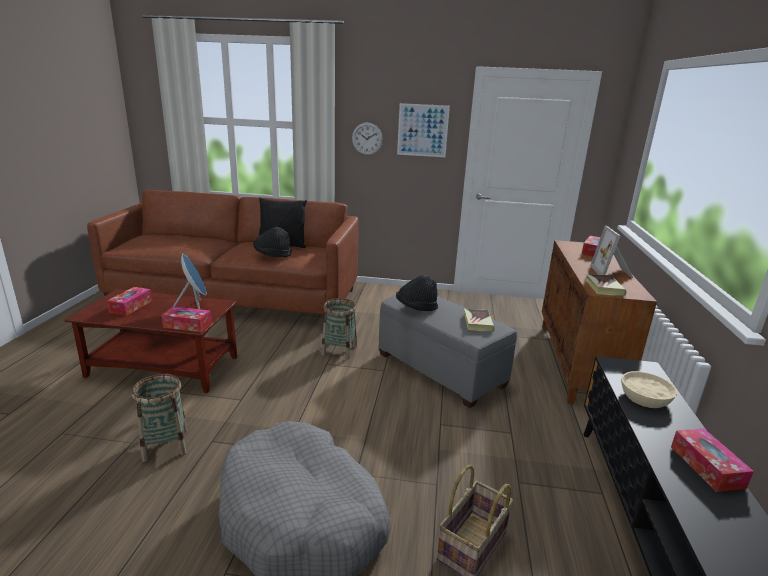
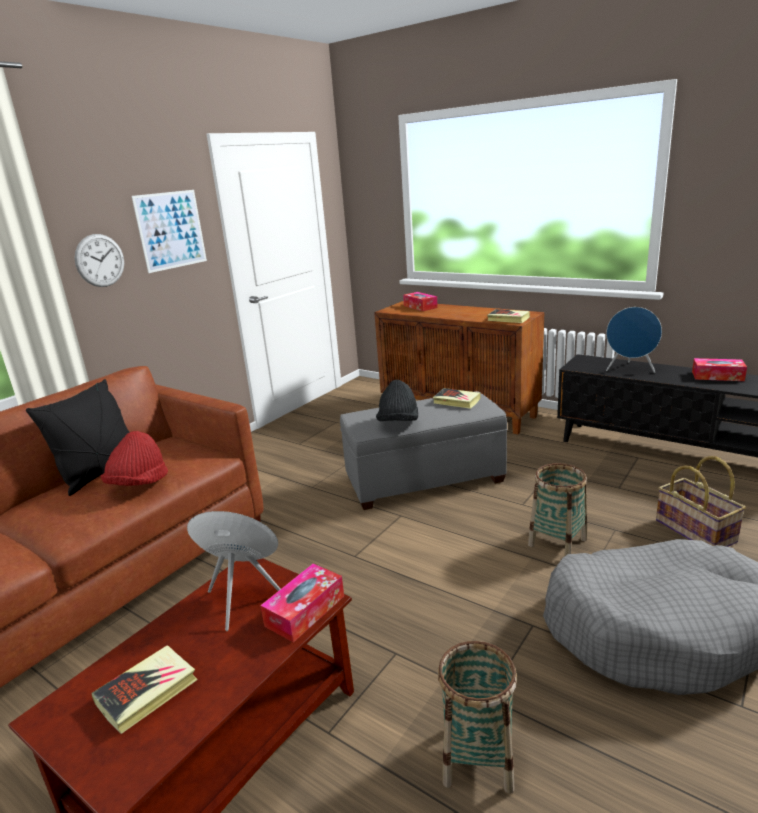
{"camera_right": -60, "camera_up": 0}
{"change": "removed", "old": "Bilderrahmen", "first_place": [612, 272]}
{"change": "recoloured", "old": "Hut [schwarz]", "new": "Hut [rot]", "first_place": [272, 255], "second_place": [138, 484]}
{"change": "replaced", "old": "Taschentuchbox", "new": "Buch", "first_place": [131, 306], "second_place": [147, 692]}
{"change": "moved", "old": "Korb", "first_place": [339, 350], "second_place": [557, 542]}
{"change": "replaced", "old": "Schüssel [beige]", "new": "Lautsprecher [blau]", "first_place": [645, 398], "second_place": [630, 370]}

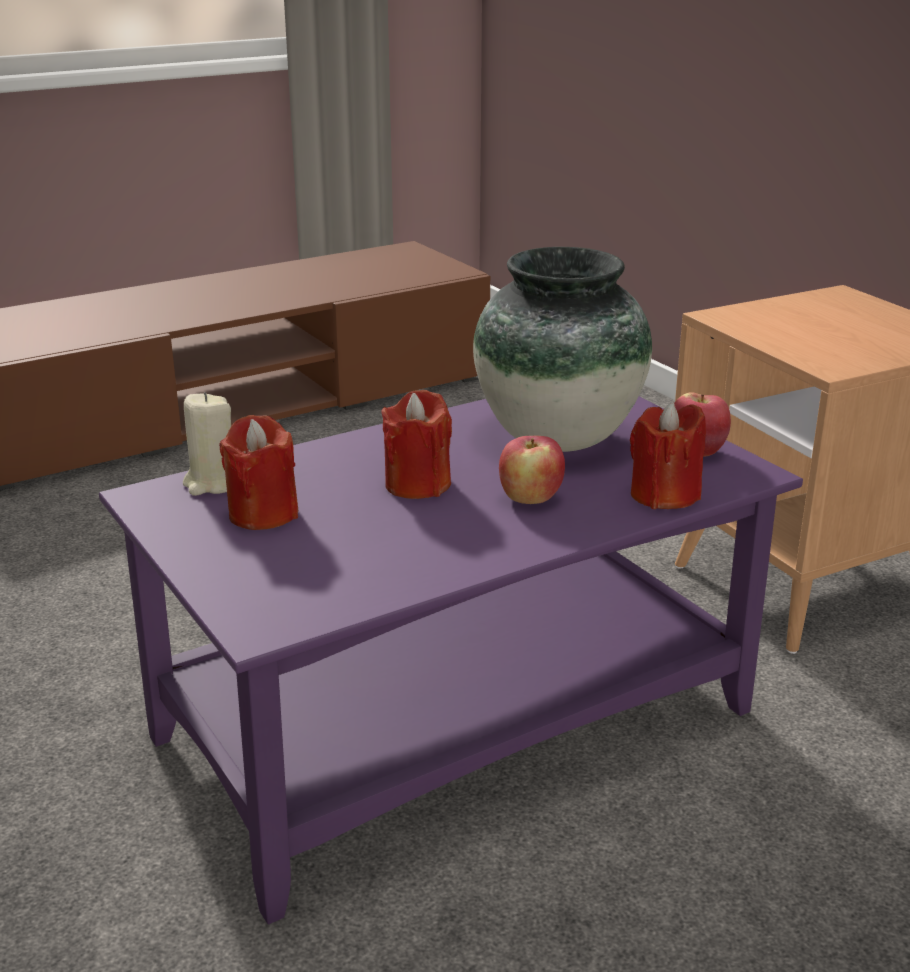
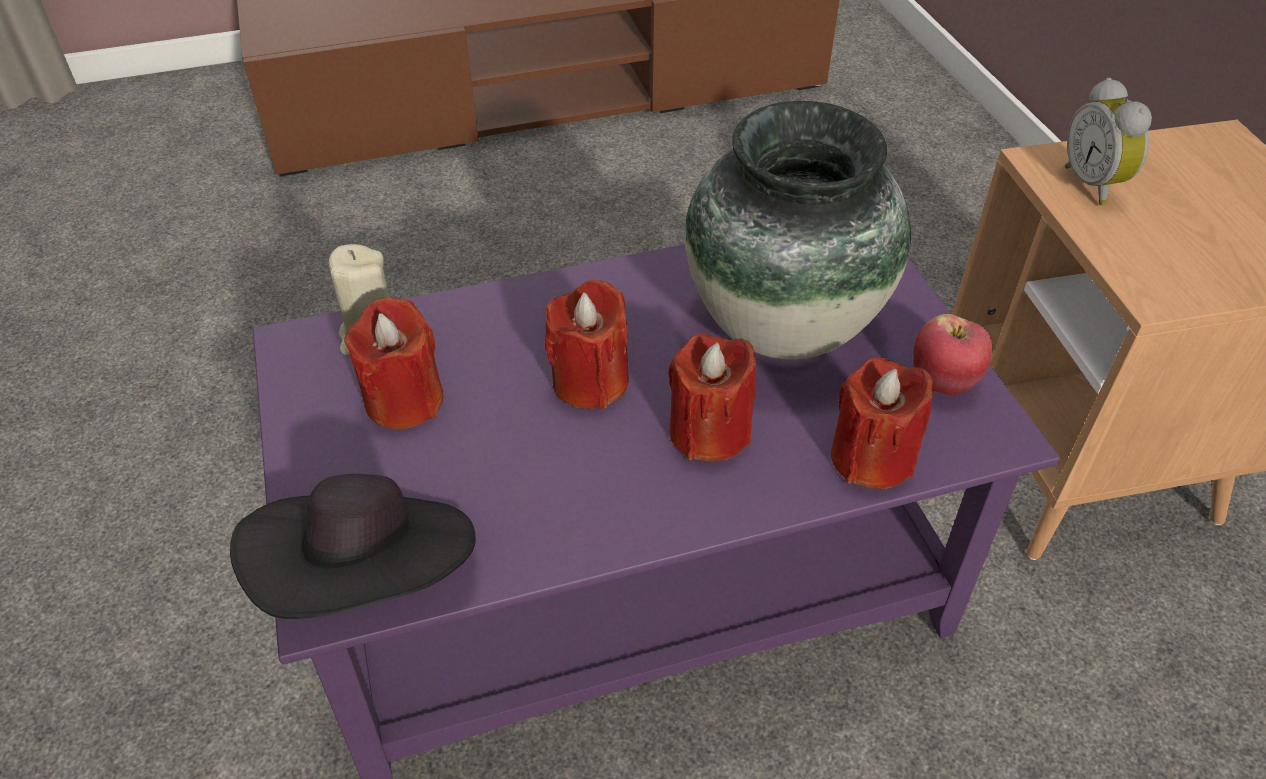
{"camera_right": 15, "camera_up": 20}
{"change": "replaced", "old": "Apfel", "new": "Kerze [rot]", "first_place": [530, 498], "second_place": [709, 432]}
{"change": "added", "new": "Wecker", "second_place": [1094, 184]}
{"change": "added", "new": "Hut [schwarz]", "second_place": [370, 577]}

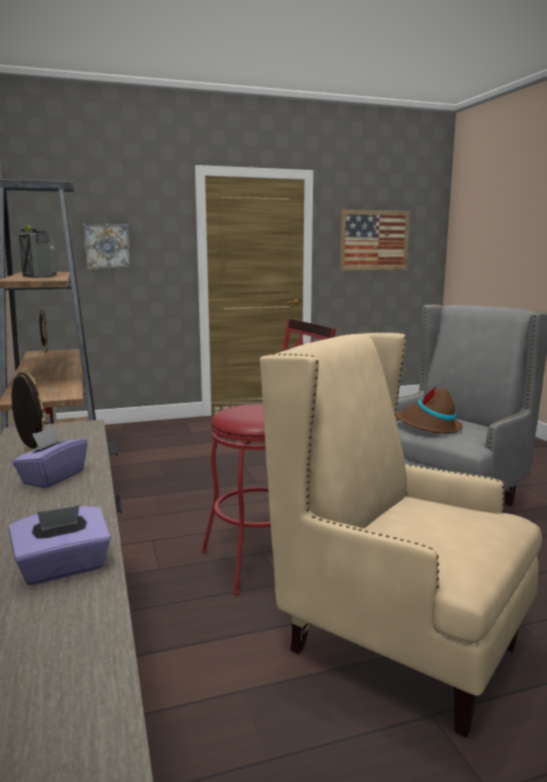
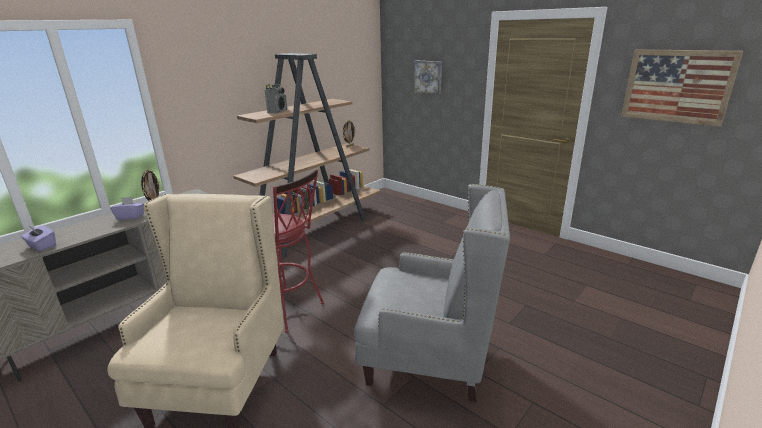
{"camera_right": 60, "camera_up": 10}
{"change": "removed", "old": "Hut [braun]", "first_place": [428, 426]}

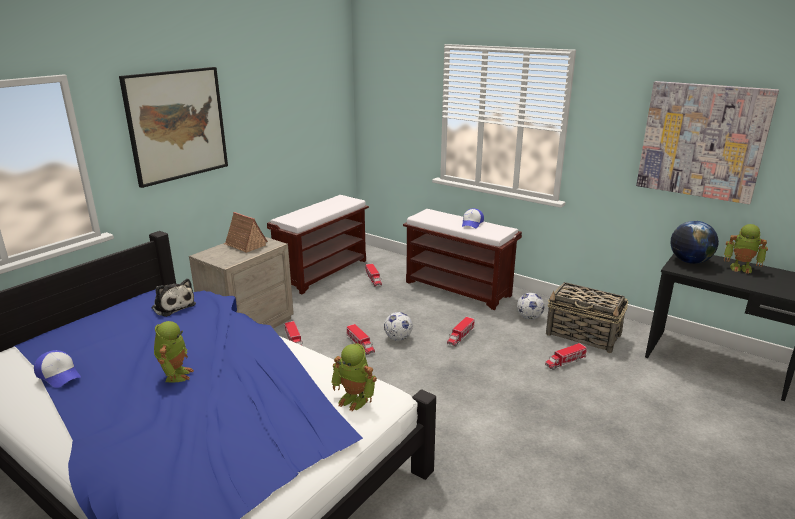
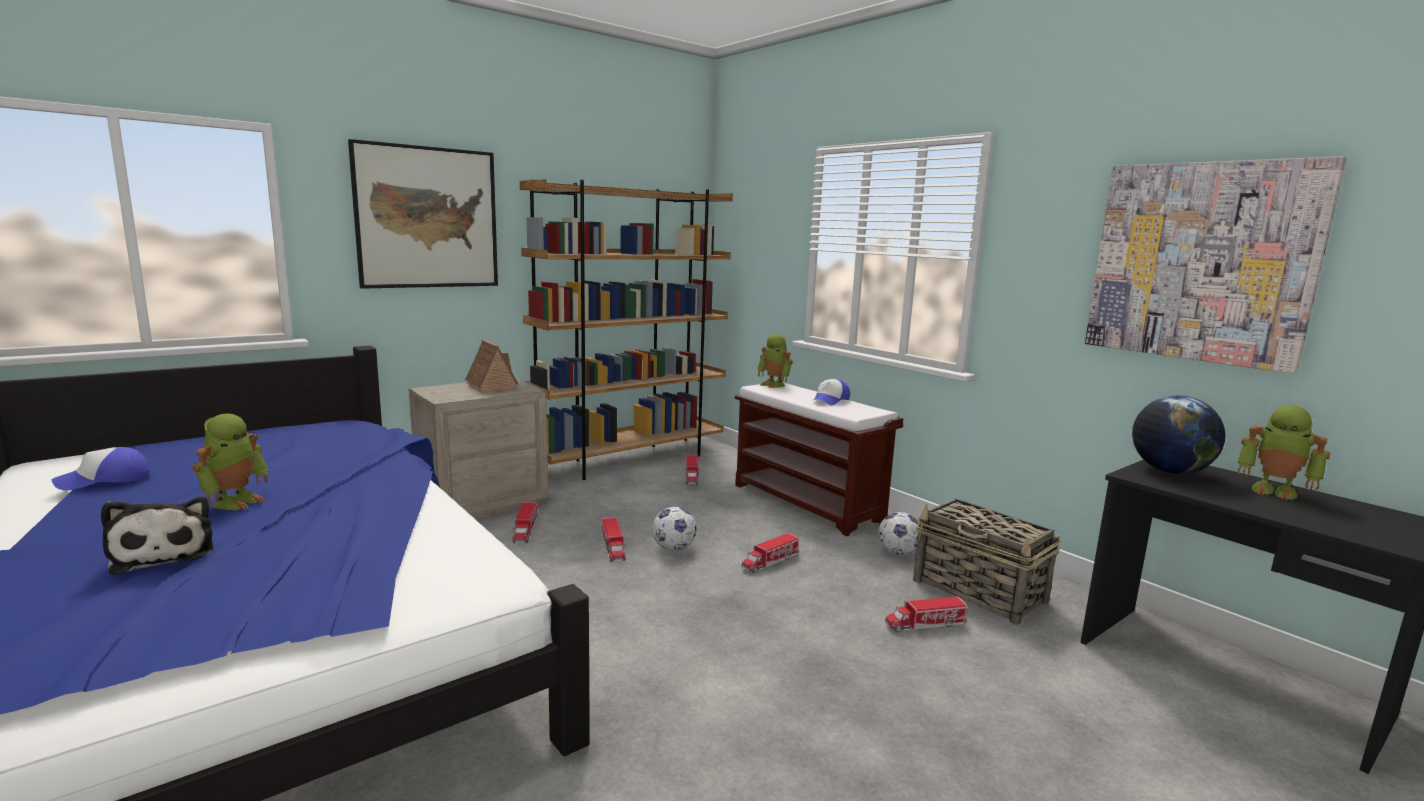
{"camera_right": 15, "camera_up": -10}
{"change": "replaced", "old": "Bank [braun]", "new": "Bücherregal [braun]", "first_place": [323, 271], "second_place": [630, 459]}
{"change": "moved", "old": "Plüschtier", "first_place": [173, 306], "second_place": [164, 553]}
{"change": "moved", "old": "Spielzeugroboter", "first_place": [355, 399], "second_place": [774, 385]}
{"change": "turned", "old": "Kappe", "first_place": [59, 374], "second_place": [105, 480], "degrees": 90}

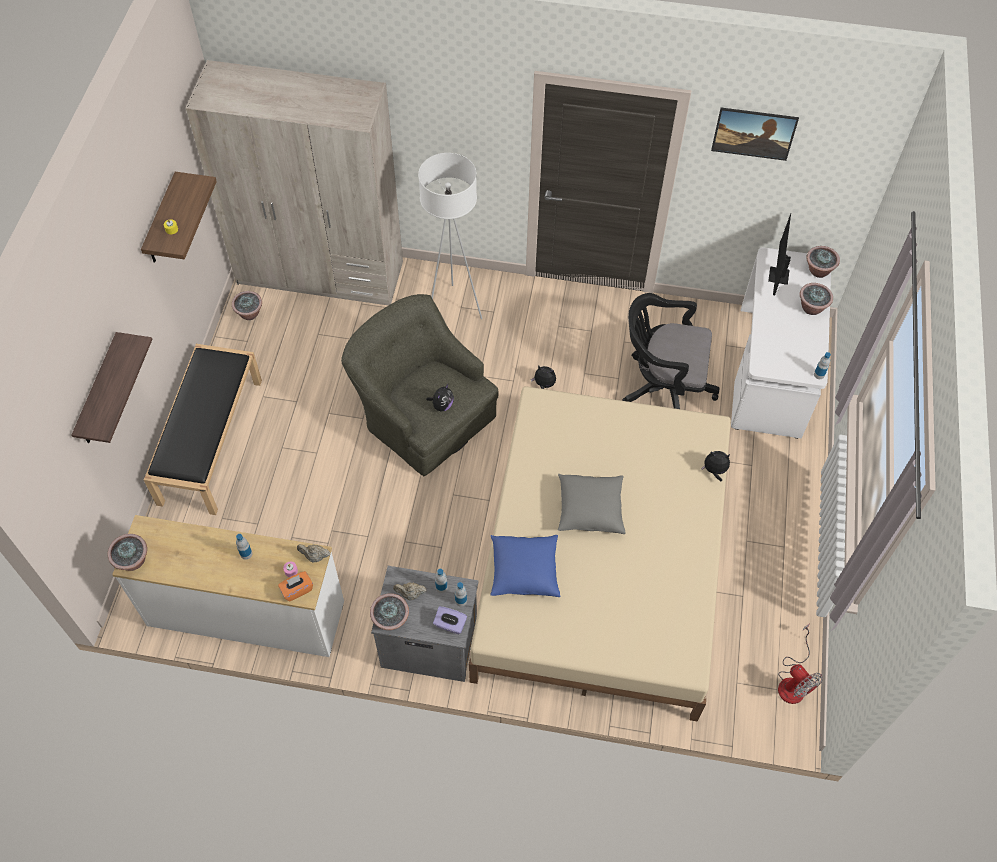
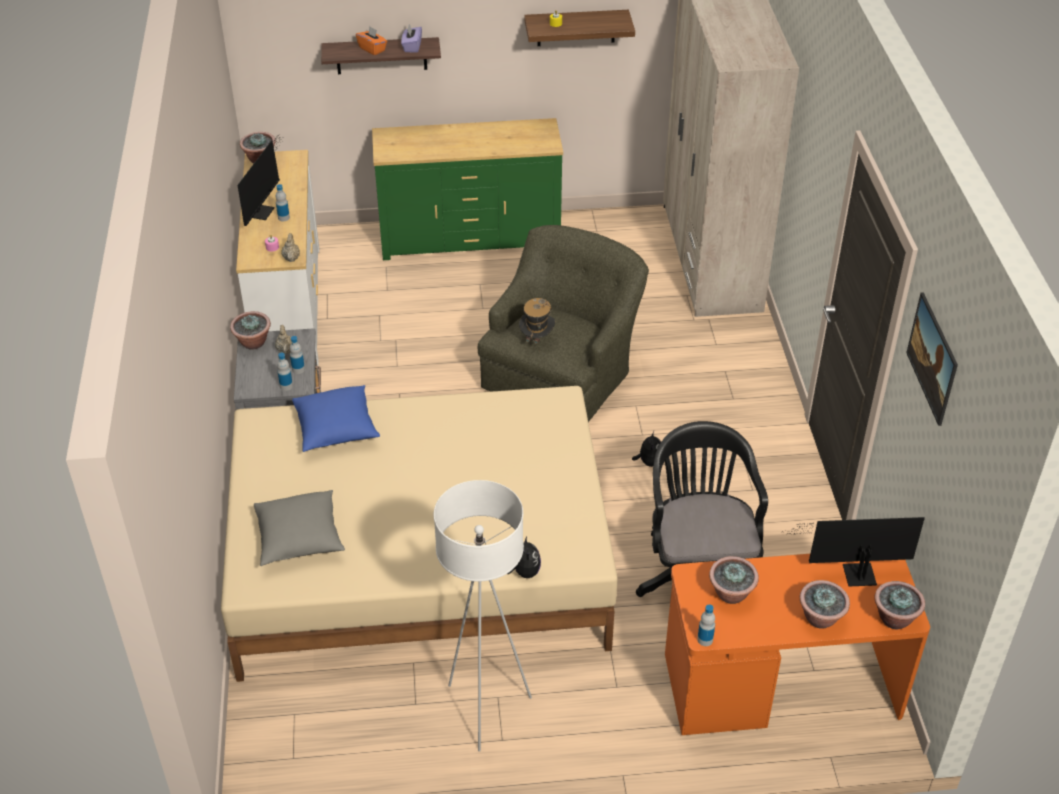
{"camera_right": 75, "camera_up": -15}
{"change": "moved", "old": "Stehlampe [weiß]", "first_place": [453, 309], "second_place": [485, 709]}
{"change": "recoloured", "old": "Schreibtisch [weiß]", "new": "Schreibtisch [orange]", "first_place": [770, 373], "second_place": [780, 688]}
{"change": "moved", "old": "Topfpflanze", "first_place": [250, 314], "second_place": [731, 594]}
{"change": "replaced", "old": "Bank [schwarz]", "new": "Kommode [grün]", "first_place": [210, 440], "second_place": [470, 238]}
{"change": "replaced", "old": "Plüschtier", "new": "Hut", "first_place": [442, 405], "second_place": [537, 340]}
{"change": "moved", "old": "Kissen [grau]", "first_place": [590, 509], "second_place": [300, 539]}
{"change": "moved", "old": "Taschentuchbox [orange]", "first_place": [297, 590], "second_place": [372, 49]}
{"change": "moved", "old": "Taschentuchbox [lila]", "first_place": [450, 625], "second_place": [412, 47]}
{"change": "removed", "old": "Ventilator", "first_place": [793, 681]}
{"change": "added", "new": "Monitor", "second_place": [262, 210]}

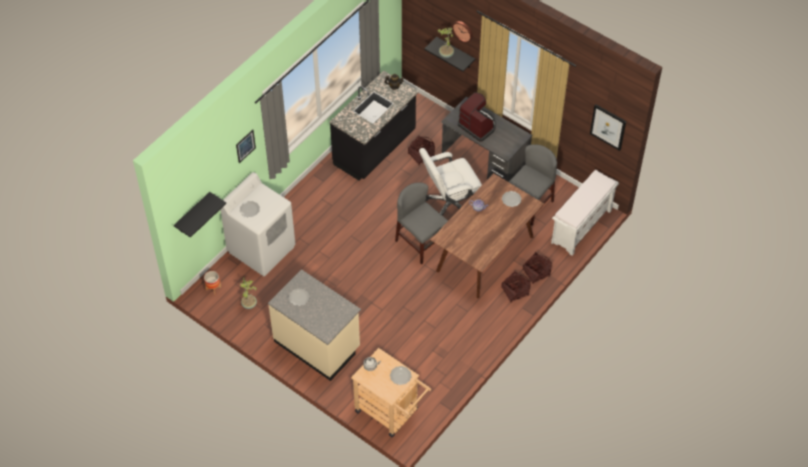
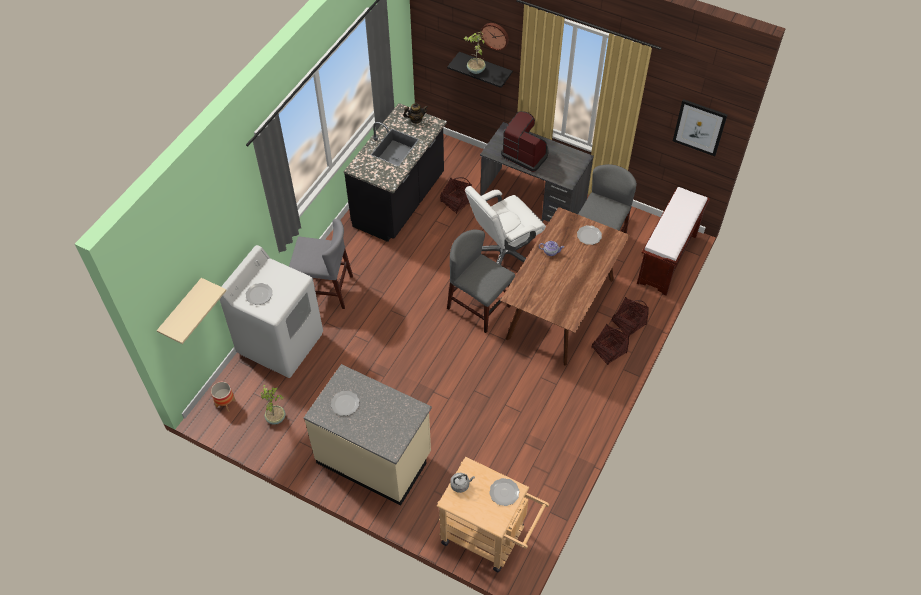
{"camera_right": -10, "camera_up": 0}
{"change": "removed", "old": "Bild", "first_place": [245, 146]}
{"change": "recoloured", "old": "Bank [weiß]", "new": "Bank [braun]", "first_place": [581, 227], "second_place": [667, 260]}
{"change": "recoloured", "old": "Wandregal [schwarz]", "new": "Wandregal [beige]", "first_place": [192, 214], "second_place": [182, 311]}
{"change": "added", "new": "Stuhl [grau]", "second_place": [325, 289]}

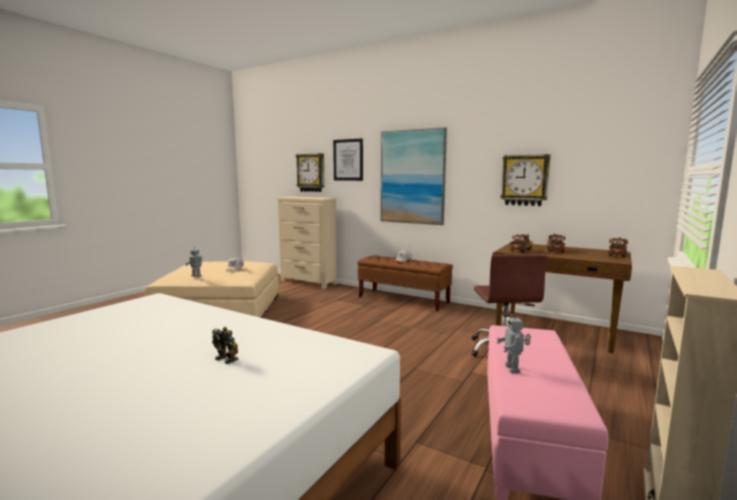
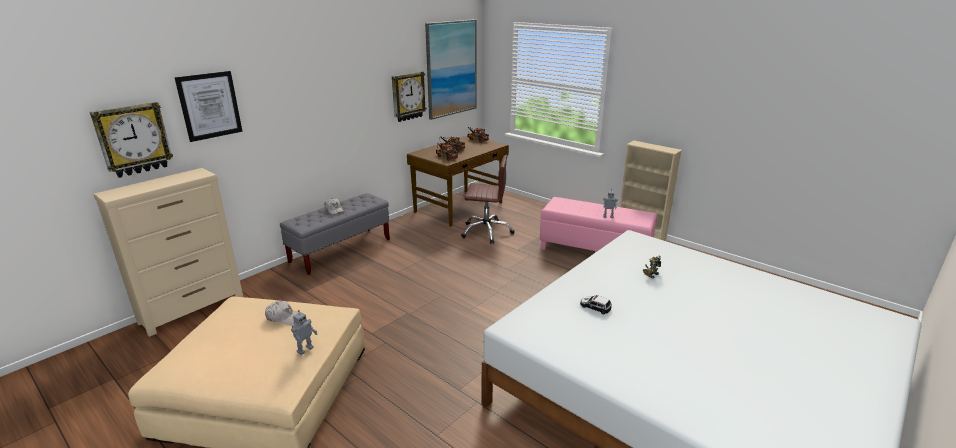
{"camera_right": -80, "camera_up": 15}
{"change": "moved", "old": "Bild", "first_place": [412, 177], "second_place": [451, 68]}
{"change": "recoloured", "old": "Bank [braun]", "new": "Bank [grau]", "first_place": [403, 300], "second_place": [341, 251]}
{"change": "added", "new": "Spielzeugauto", "second_place": [595, 307]}

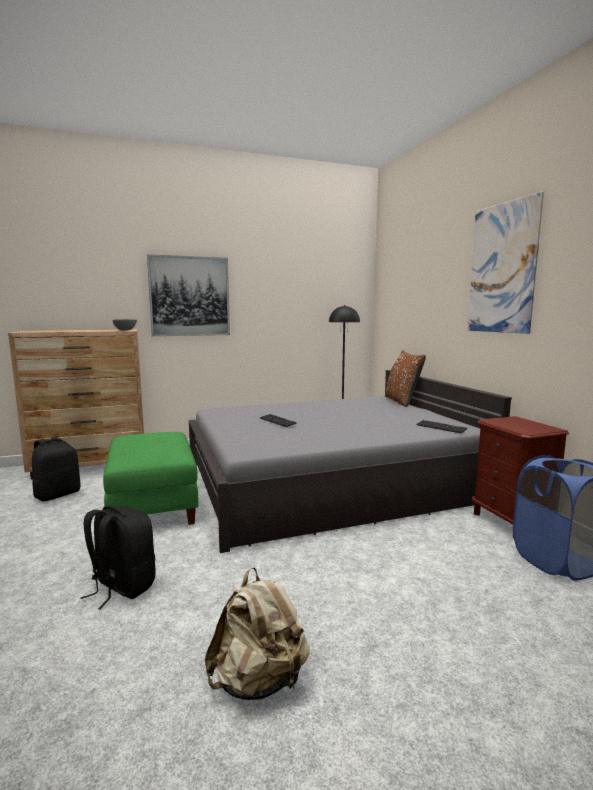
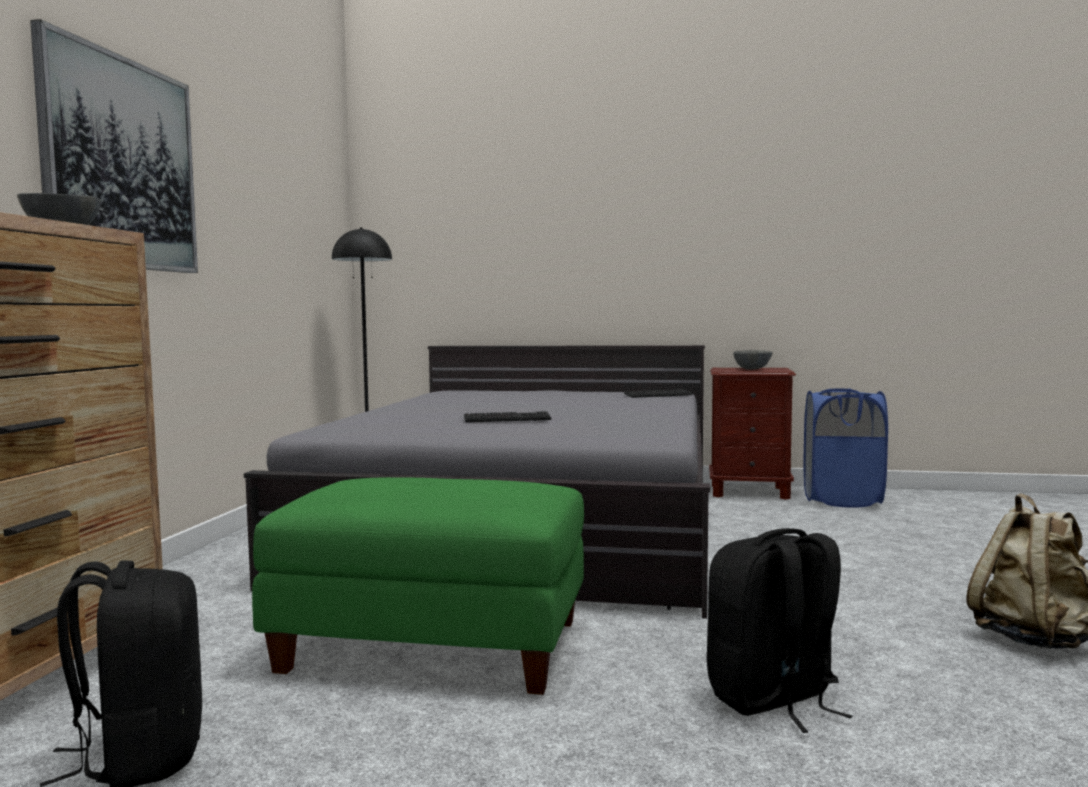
{"camera_right": -60, "camera_up": -5}
{"change": "removed", "old": "Bild", "first_place": [502, 268]}
{"change": "removed", "old": "Kissen [braun]", "first_place": [401, 401]}
{"change": "added", "new": "Schüssel [grau]", "second_place": [752, 369]}

